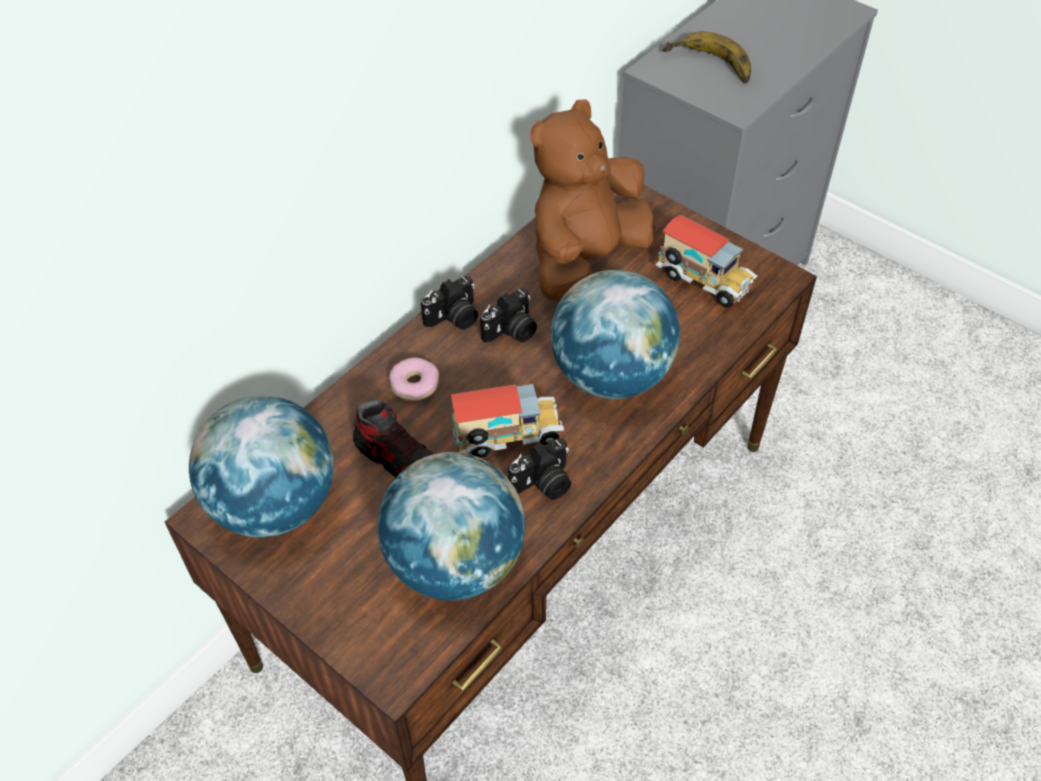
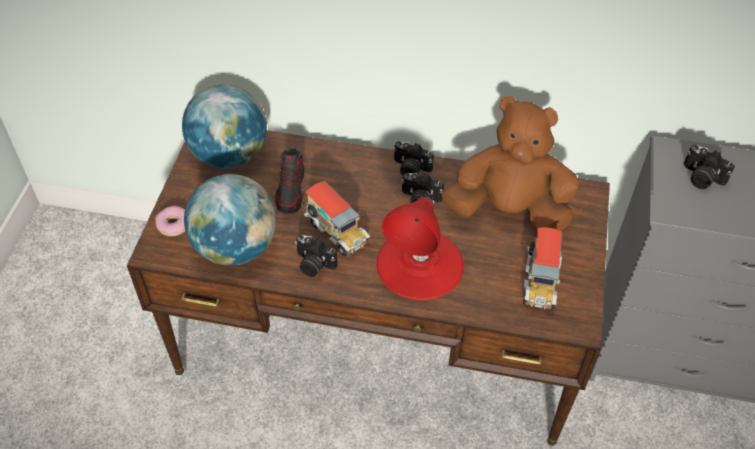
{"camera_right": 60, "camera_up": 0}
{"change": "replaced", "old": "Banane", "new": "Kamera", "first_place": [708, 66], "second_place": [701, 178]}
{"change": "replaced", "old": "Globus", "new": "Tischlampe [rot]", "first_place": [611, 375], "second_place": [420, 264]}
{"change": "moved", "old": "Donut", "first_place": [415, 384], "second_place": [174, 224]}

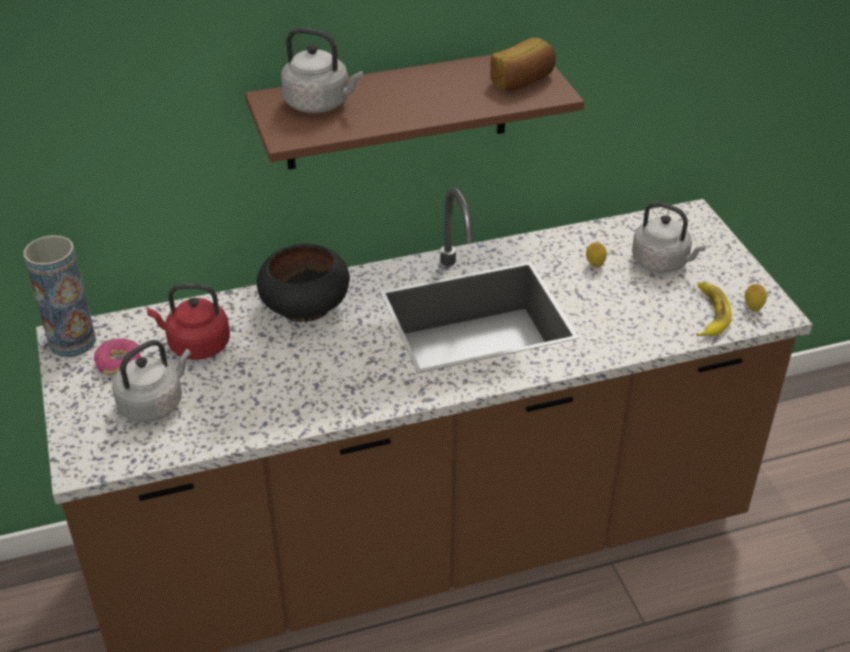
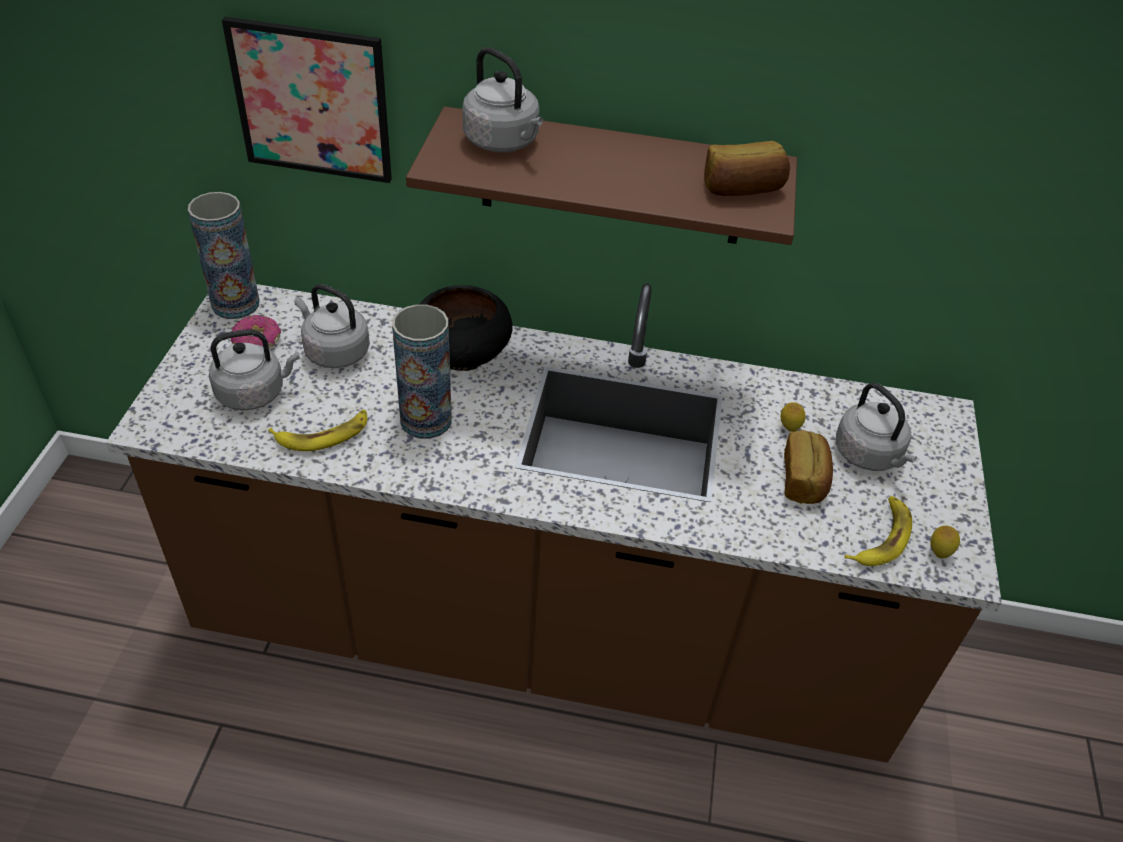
{"camera_right": 25, "camera_up": 5}
{"change": "recoloured", "old": "Wasserkessel [rot]", "new": "Wasserkessel [grau]", "first_place": [196, 345], "second_place": [334, 351]}
{"change": "added", "new": "Bild", "second_place": [312, 101]}
{"change": "added", "new": "Vase", "second_place": [426, 420]}
{"change": "added", "new": "Banane", "second_place": [323, 434]}
{"change": "added", "new": "Brot", "second_place": [804, 480]}

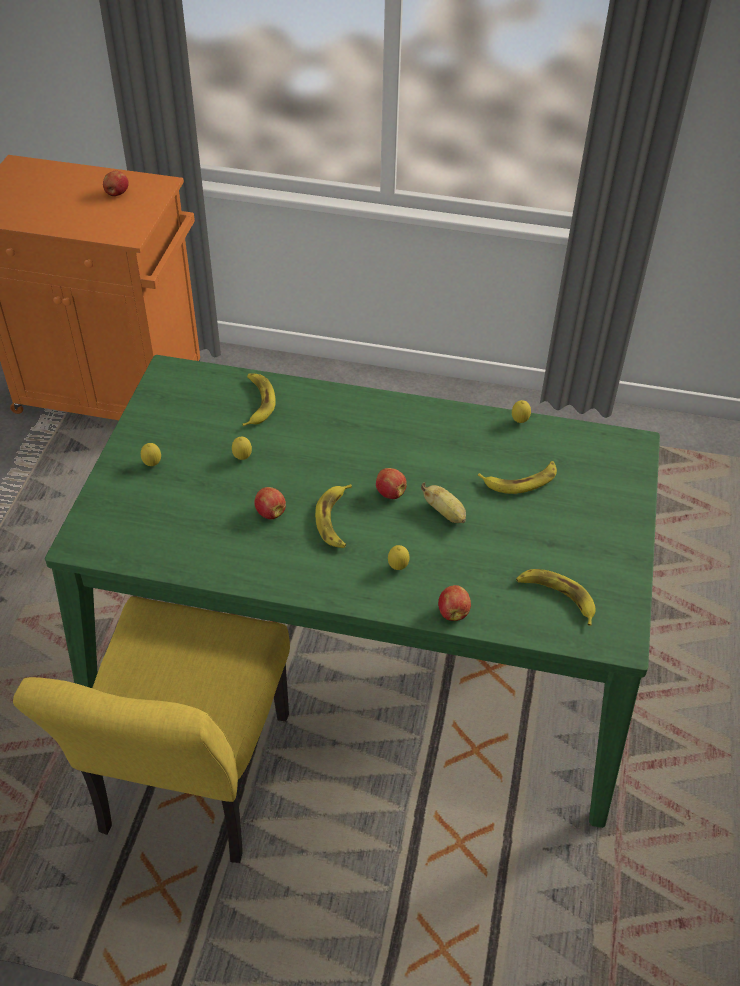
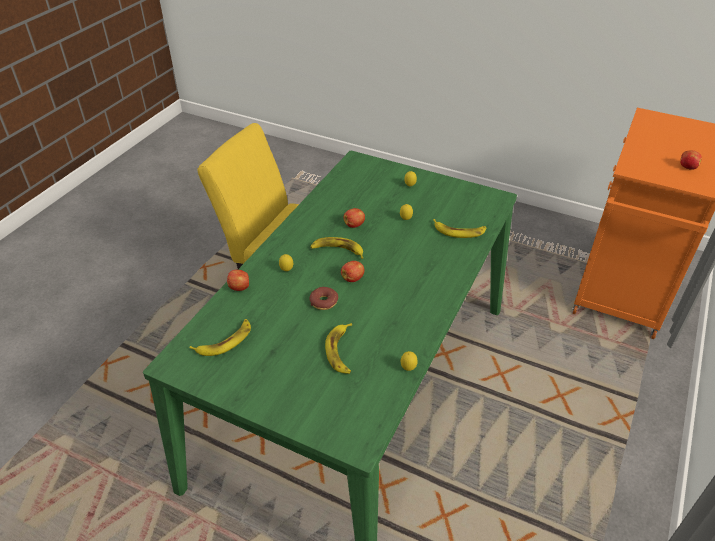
{"camera_right": 105, "camera_up": -5}
{"change": "replaced", "old": "Banane", "new": "Donut", "first_place": [445, 513], "second_place": [324, 302]}

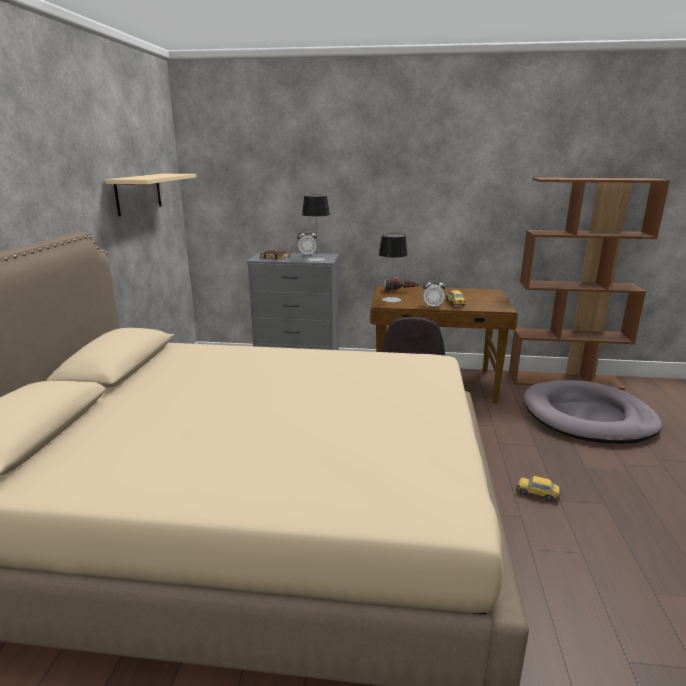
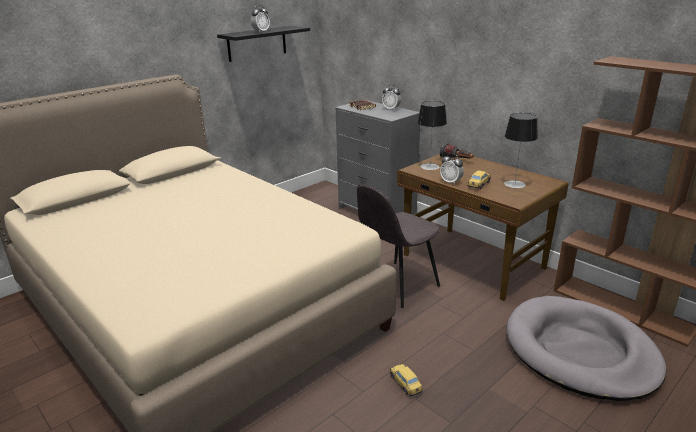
{"camera_right": 40, "camera_up": 5}
{"change": "recoloured", "old": "Wandregal [beige]", "new": "Wandregal [schwarz]", "first_place": [138, 193], "second_place": [257, 43]}
{"change": "moved", "old": "Tischlampe", "first_place": [316, 259], "second_place": [514, 184]}
{"change": "added", "new": "Wecker", "second_place": [261, 32]}

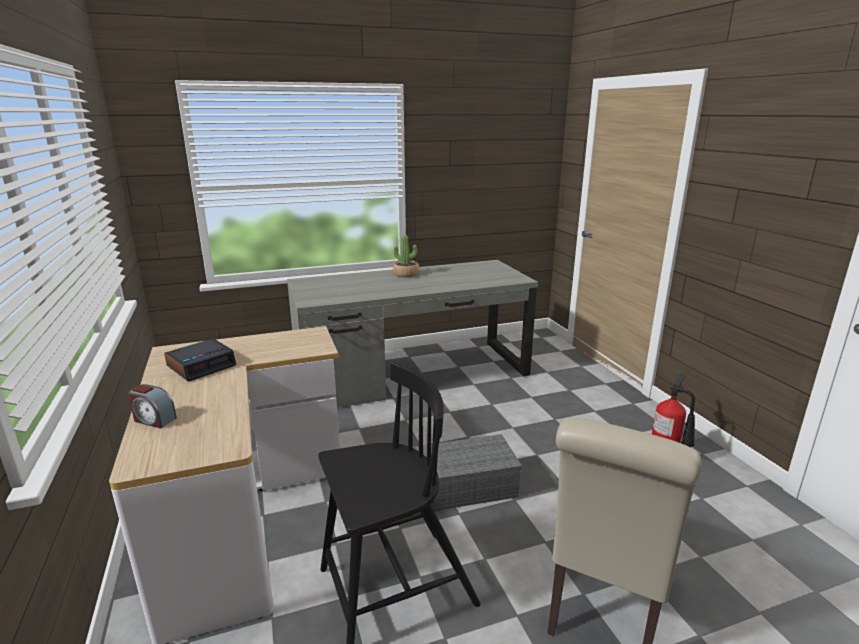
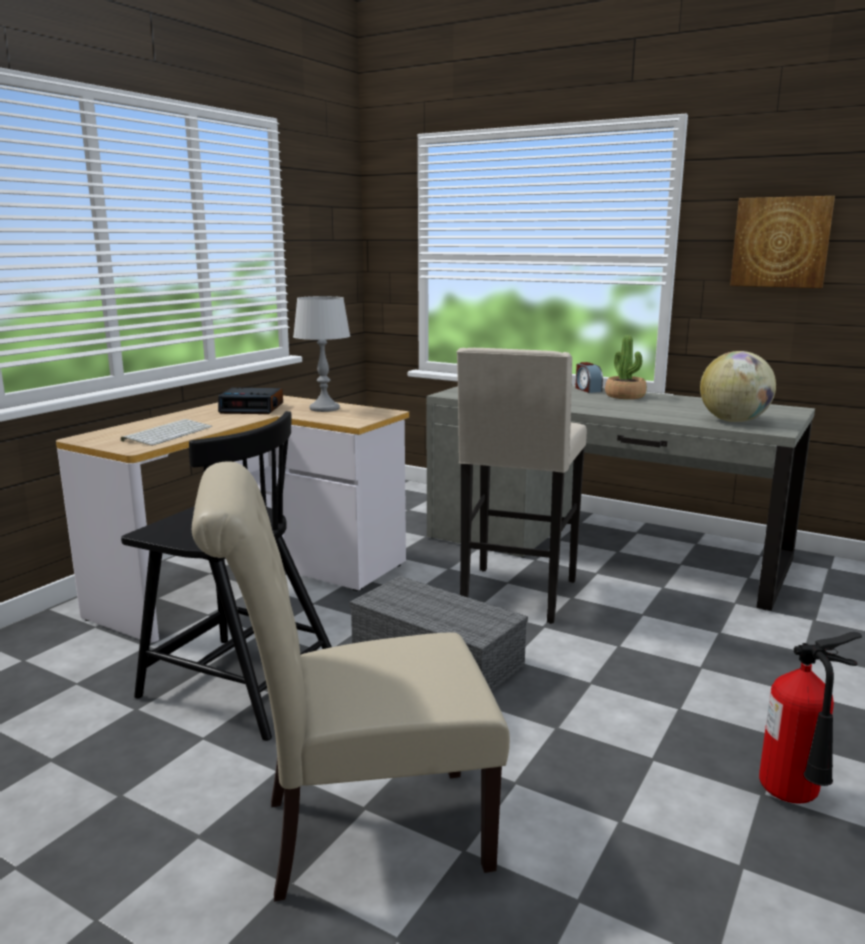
{"camera_right": 50, "camera_up": -5}
{"change": "moved", "old": "Wecker", "first_place": [154, 419], "second_place": [587, 389]}
{"change": "added", "new": "Bild", "second_place": [781, 242]}
{"change": "added", "new": "Tischlampe [grau]", "second_place": [324, 408]}
{"change": "added", "new": "Hocker [beige]", "second_place": [516, 596]}
{"change": "added", "new": "Globus", "second_place": [733, 421]}
{"change": "added", "new": "Tastatur", "second_place": [168, 433]}

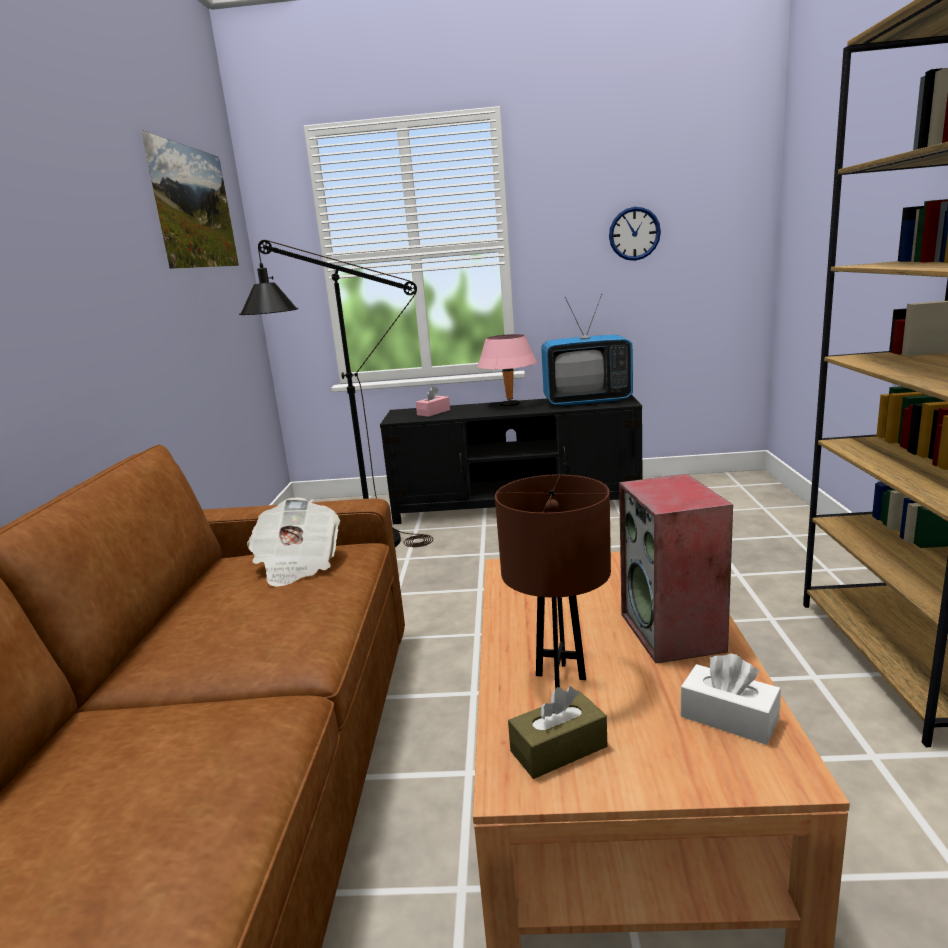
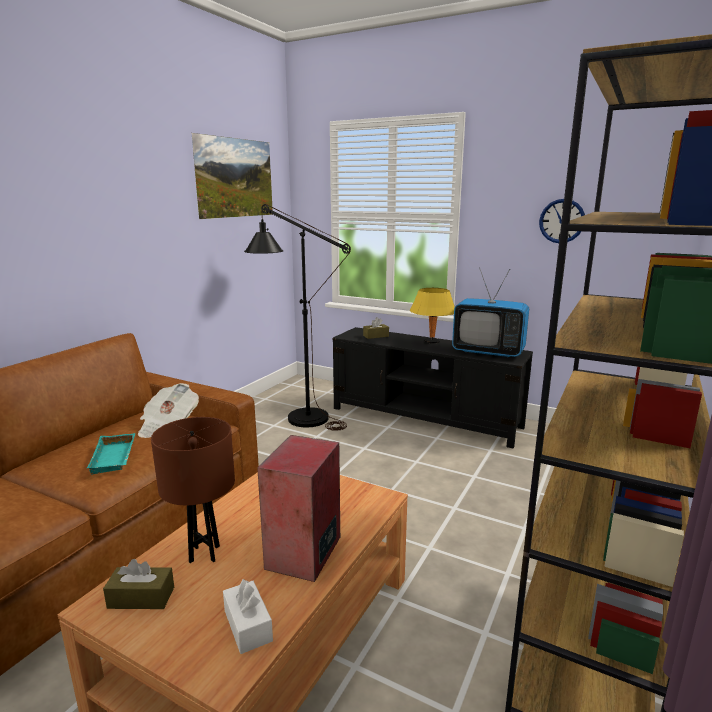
{"camera_right": 25, "camera_up": 0}
{"change": "recoloured", "old": "Tischlampe [rosa]", "new": "Tischlampe [gelb]", "first_place": [510, 405], "second_place": [431, 342]}
{"change": "recoloured", "old": "Taschentuchbox [rosa]", "new": "Taschentuchbox [braun]", "first_place": [433, 412], "second_place": [376, 336]}
{"change": "added", "new": "Tablett [türkis]", "second_place": [115, 458]}

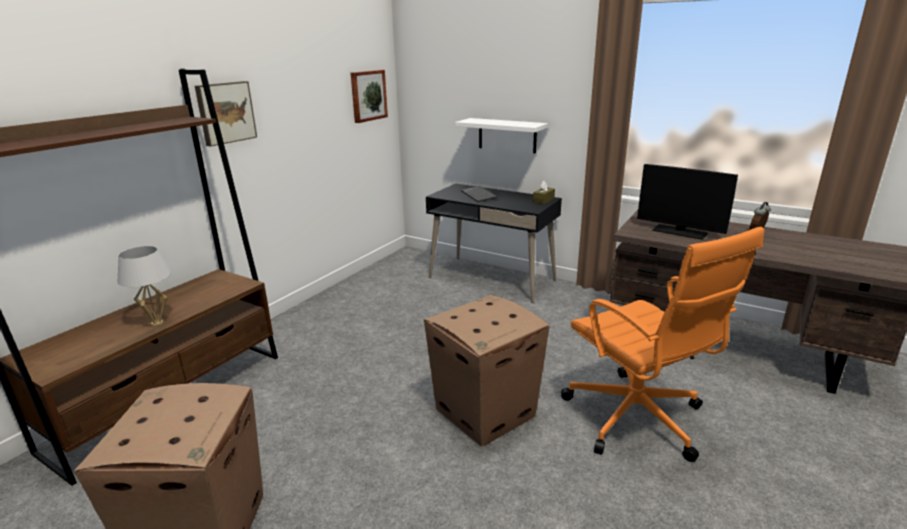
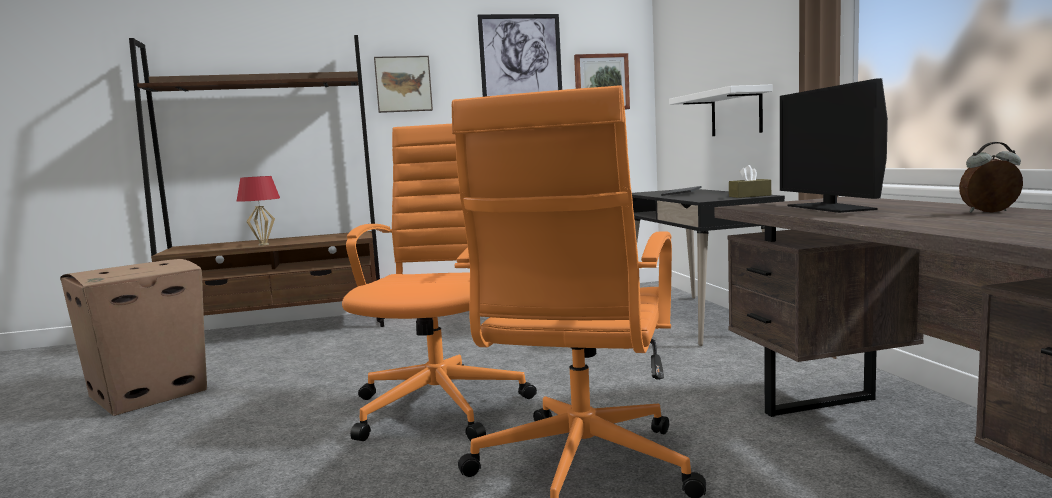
{"camera_right": 45, "camera_up": -15}
{"change": "recoloured", "old": "Tischlampe [weiß]", "new": "Tischlampe [rot]", "first_place": [157, 323], "second_place": [263, 244]}
{"change": "replaced", "old": "Karton", "new": "Bürostuhl [orange]", "first_place": [486, 412], "second_place": [442, 405]}
{"change": "added", "new": "Bild", "second_place": [520, 57]}

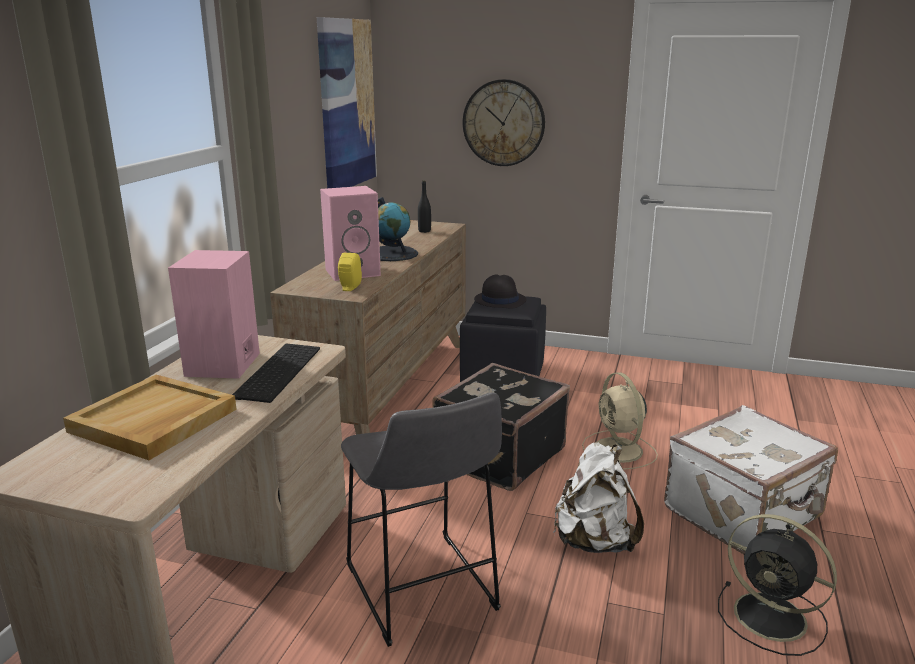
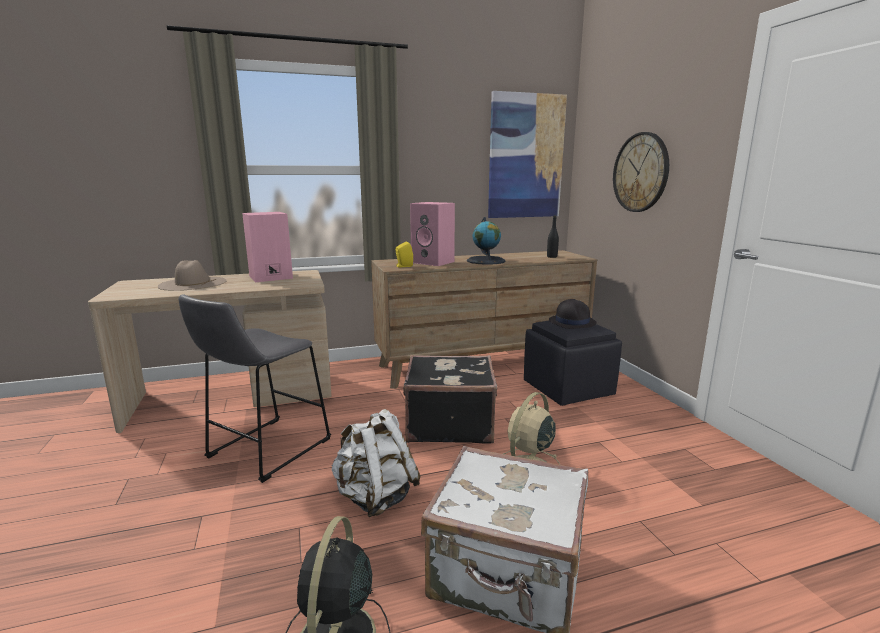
{"camera_right": 55, "camera_up": -5}
{"change": "removed", "old": "Tastatur", "first_place": [277, 371]}
{"change": "replaced", "old": "Tablett [beige]", "new": "Hut [beige]", "first_place": [153, 421], "second_place": [192, 283]}

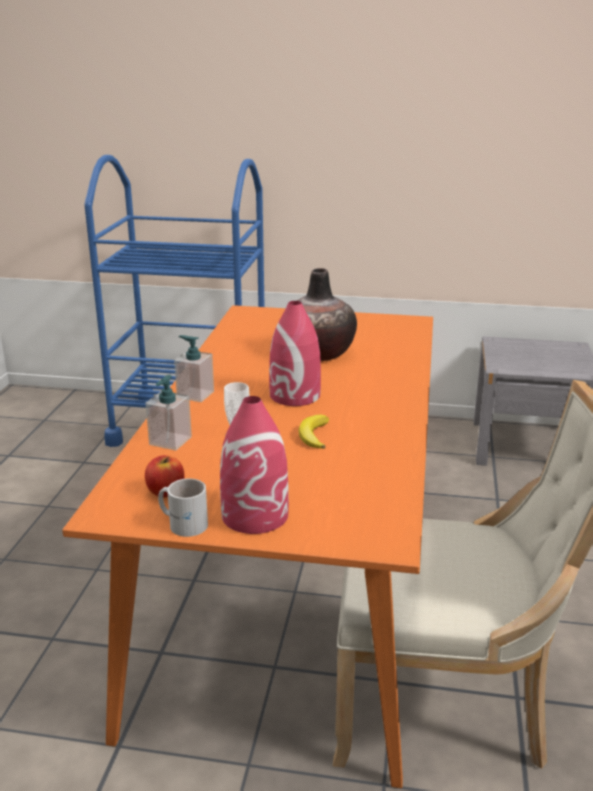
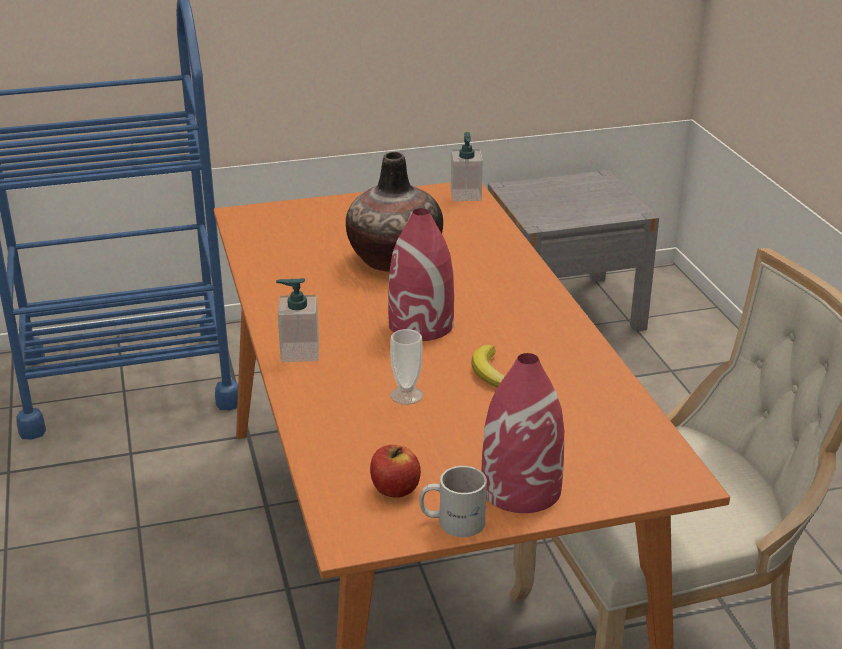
{"camera_right": -25, "camera_up": 5}
{"change": "moved", "old": "Seifenspender", "first_place": [170, 441], "second_place": [466, 195]}

